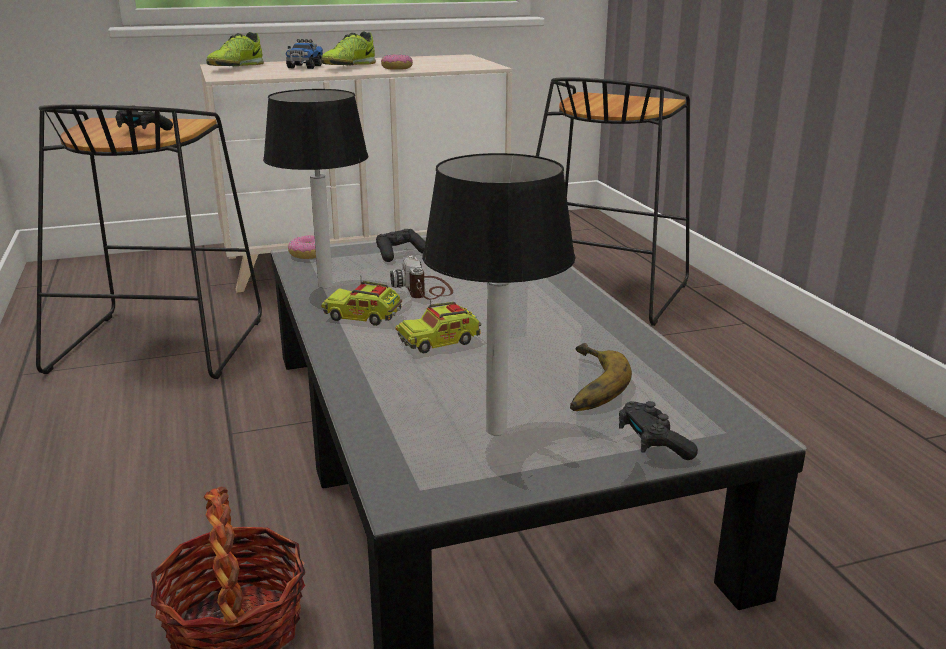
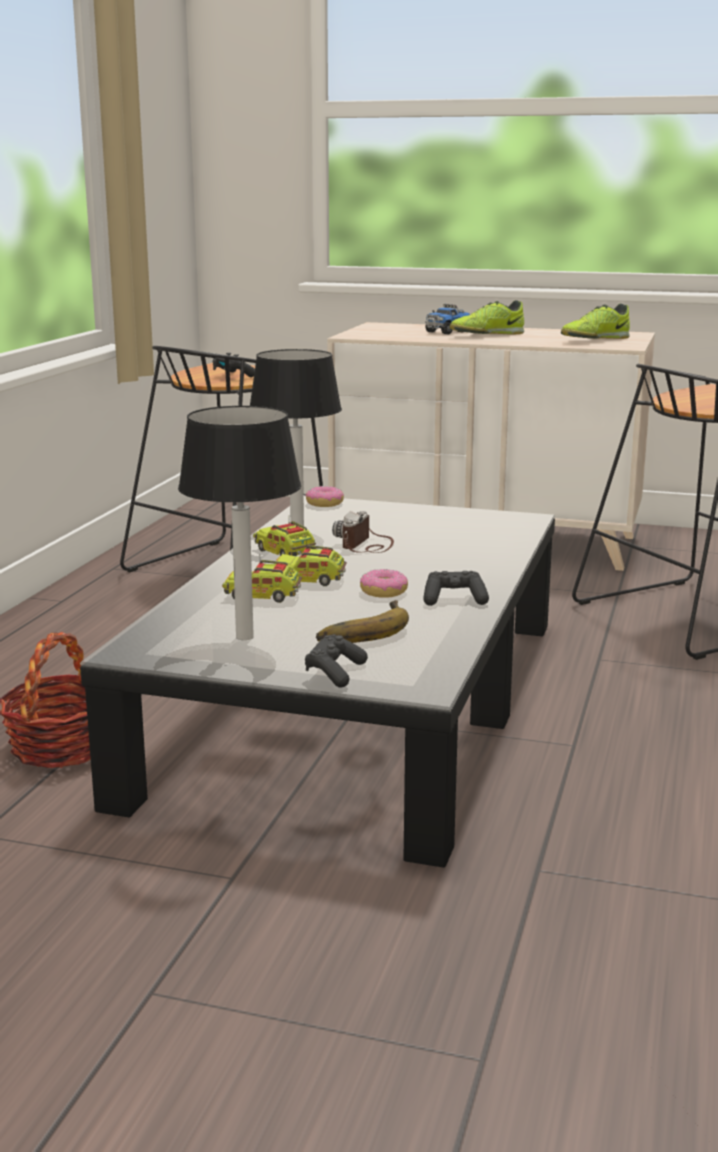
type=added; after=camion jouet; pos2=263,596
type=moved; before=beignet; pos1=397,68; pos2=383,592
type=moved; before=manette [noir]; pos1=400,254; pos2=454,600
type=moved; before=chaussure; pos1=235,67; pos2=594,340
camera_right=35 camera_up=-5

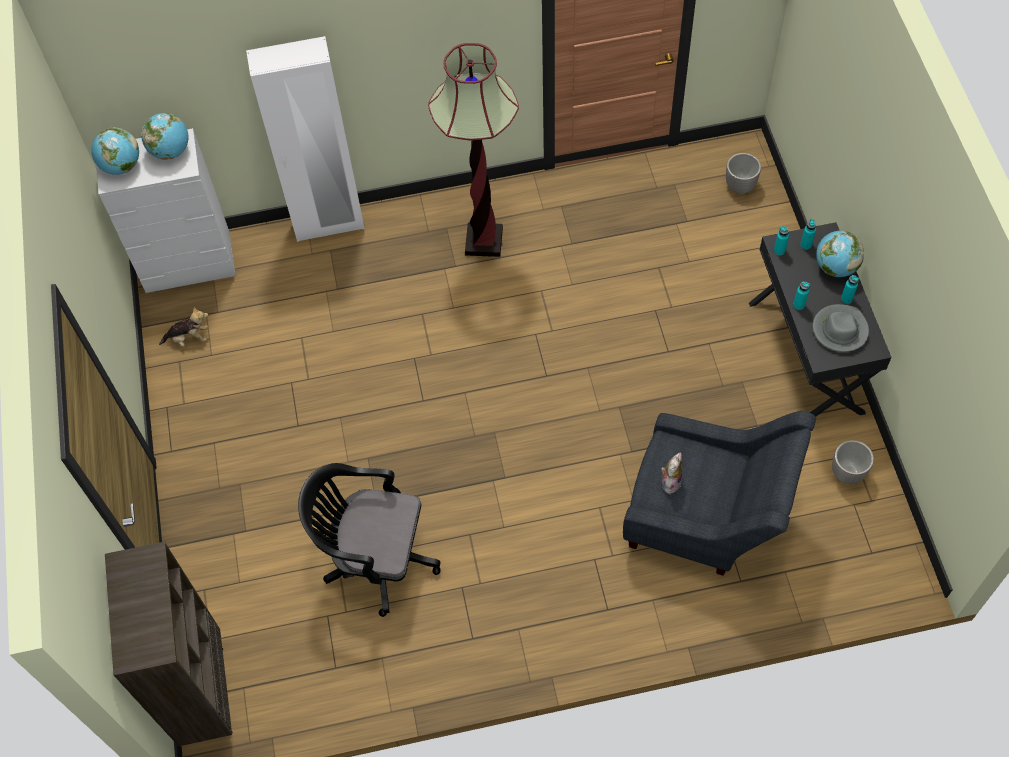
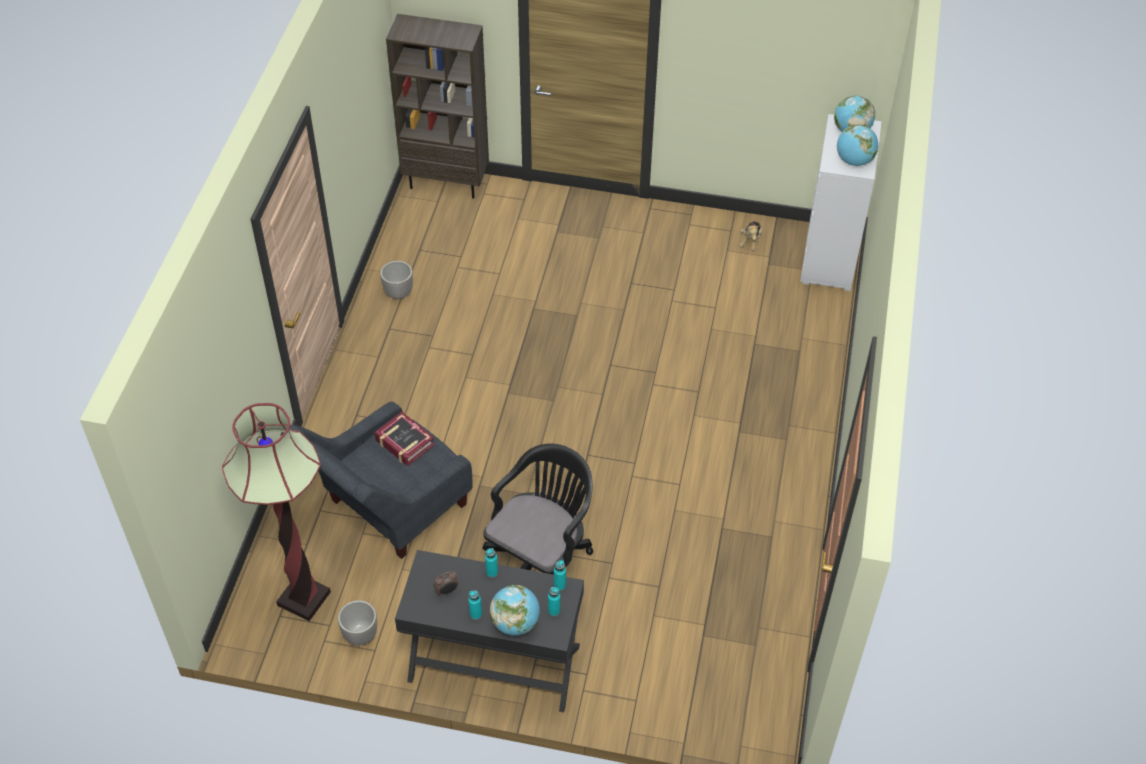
type=moved; before=lampadaire; pos1=484,241; pos2=304,599
type=replaced; before=peluche; after=livre; pos1=670,481; pos2=404,443
type=moved; before=cache-pot; pos1=739,186; pos2=399,293
type=replaced; before=chapeau [gris]; after=réveil; pos1=839,330; pos2=447,591
type=moved; before=chaise de bureau [noir]; pos1=375,558; pos2=541,561
type=removed; before=armoire [blanc]; pos1=329,225
camera_right=110 camera_up=-10

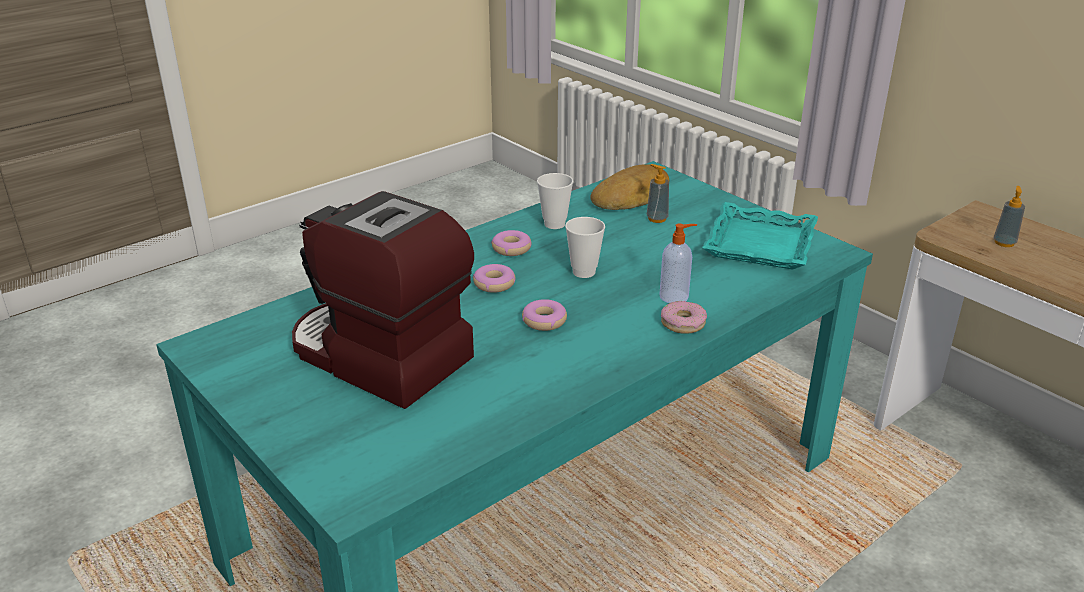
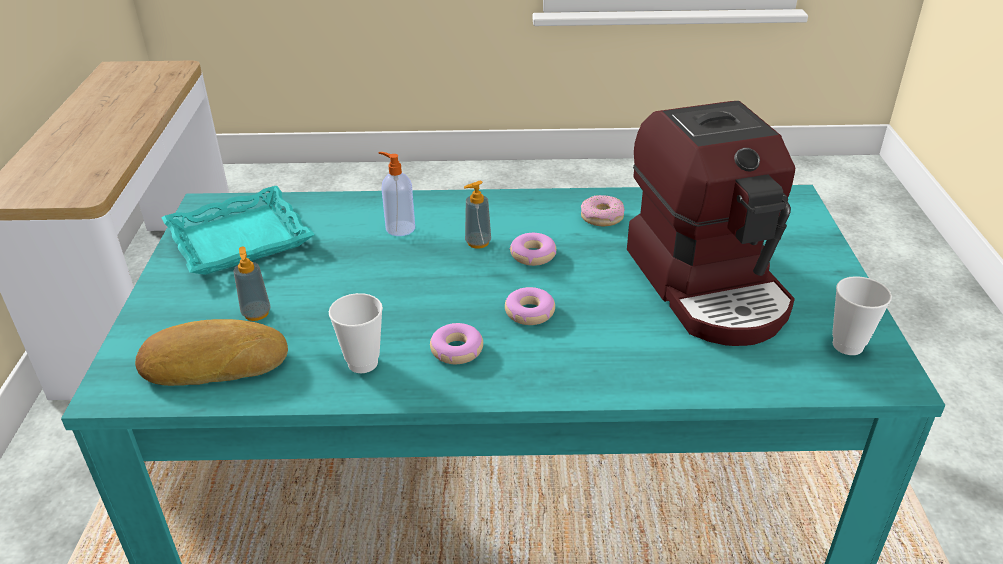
type=moved; before=distributeur de savon; pos1=1004,243; pos2=478,242
type=moved; before=beignet; pos1=683,323; pos2=602,217
type=moved; before=tasse; pos1=584,272; pos2=847,345
camera_right=-140 camera_up=5

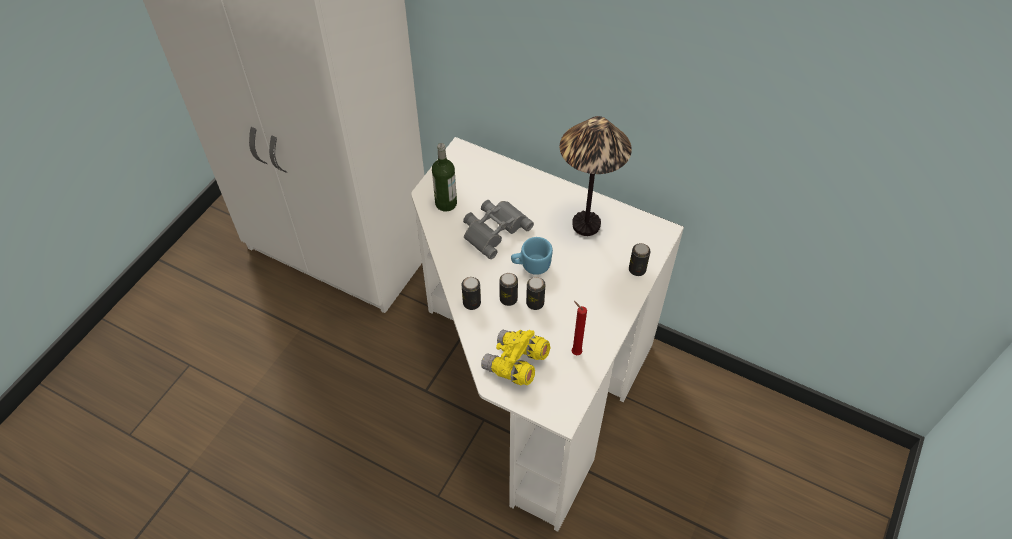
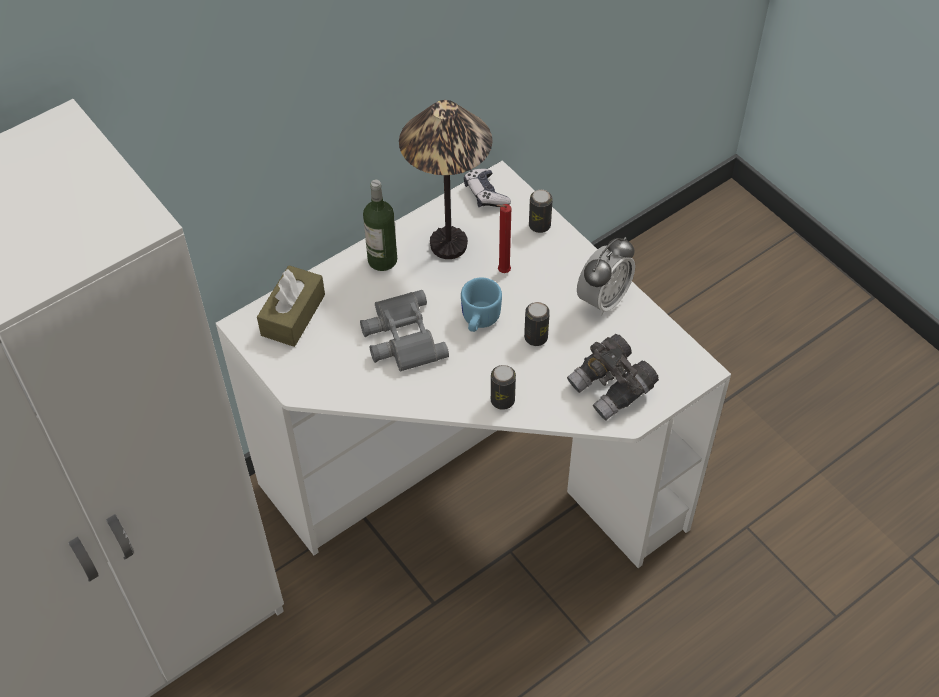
type=added; after=boîte à mouchoirs [marron]; pos2=293,315
type=moved; before=bouteille; pos1=446,203; pos2=382,260
type=added; after=manette; pos2=485,194
type=moved; before=bougie [rouge]; pos1=575,352; pos2=502,272
type=recoloured; before=jumelles [jaune]; after=jumelles [gris]; pos1=515,364; pos2=611,388
type=added; after=réveil; pos2=603,299
type=removed; before=boîte métallique; pos1=508,299
camera_right=-65 camera_up=0

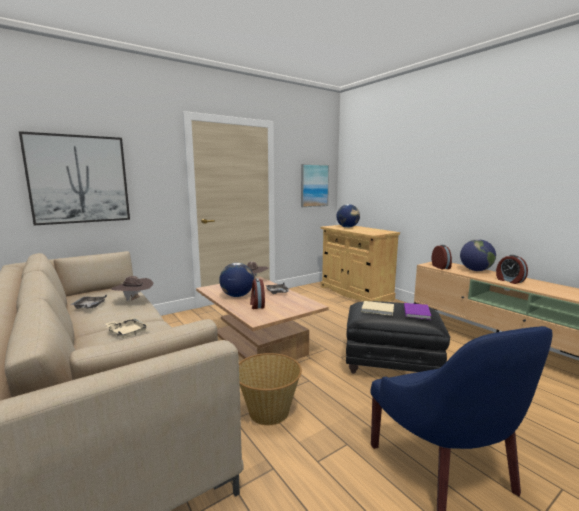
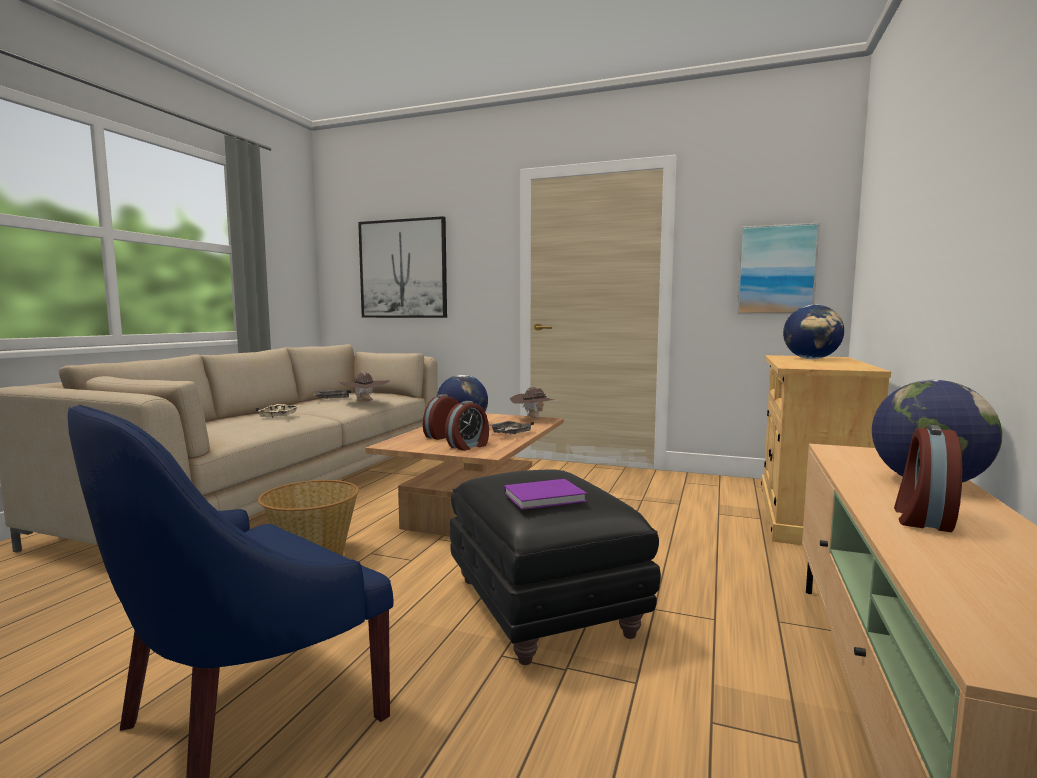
type=moved; before=réveil; pos1=441,267; pos2=468,446
type=removed; before=livre [beige]; pos1=378,310
camera_right=55 camera_up=-5

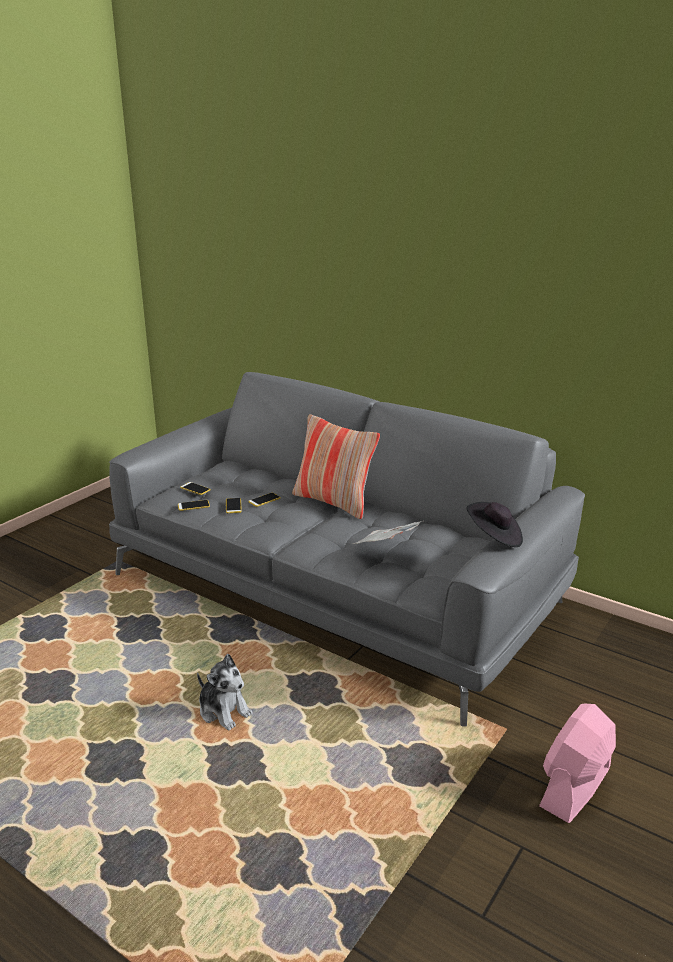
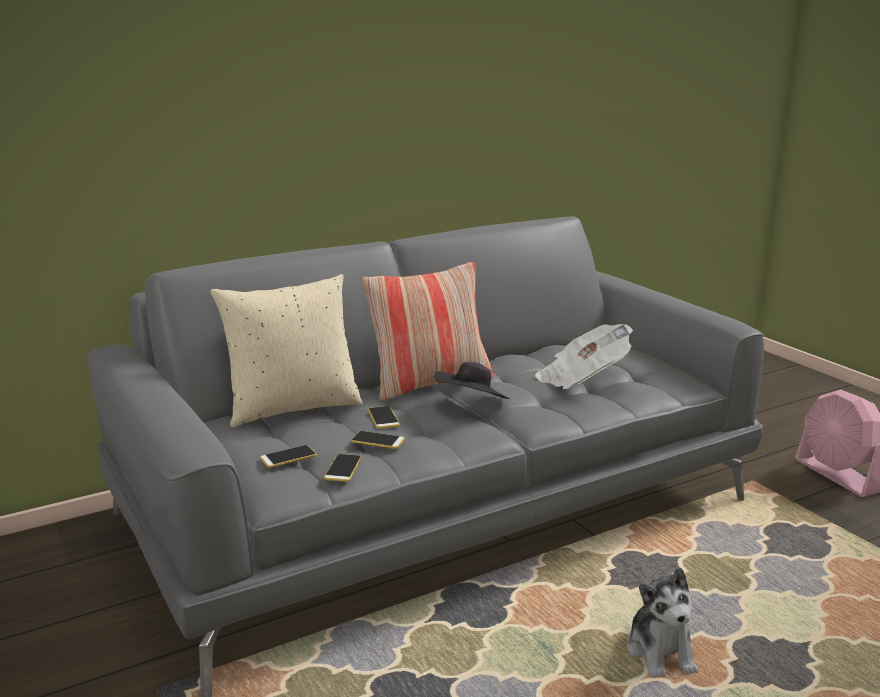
type=added; after=coussin [beige]; pos2=292,407
type=moved; before=chapeau [noir]; pos1=494,537; pos2=472,405
type=turned; before=peluche; pos1=224,711; pos2=661,651; turn=105
camera_right=-65 camera_up=-5

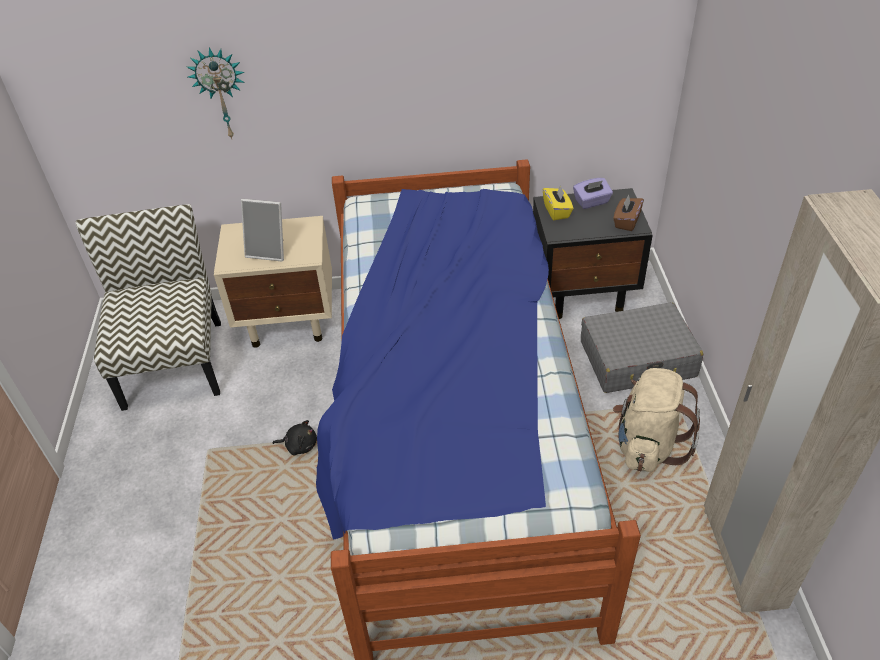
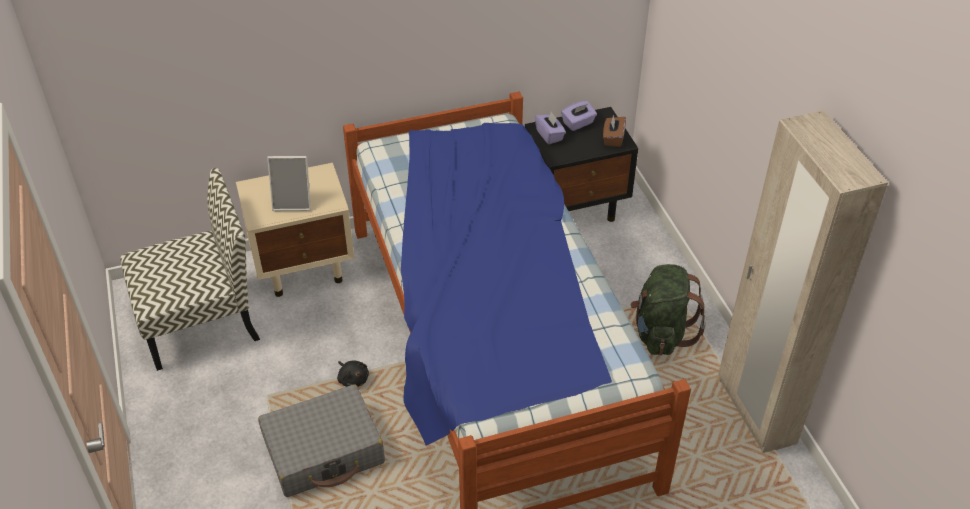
type=turned; before=chaise; pos1=173,362; pos2=201,321; turn=90
type=moved; before=valise [gris]; pos1=637,359; pos2=324,451
type=turned; before=peluche [noir]; pos1=299,445; pos2=353,379; turn=60
type=recoloured; before=boîte à mouchoirs [jaune]; after=boîte à mouchoirs [violet]; pos1=557,211; pos2=549,135
type=recoloured; before=sac à dos [beige]; after=sac à dos [vert]; pos1=647,445; pos2=661,333
type=removed; before=horloge murale; pos1=221,93
camera_right=-15 camera_up=0

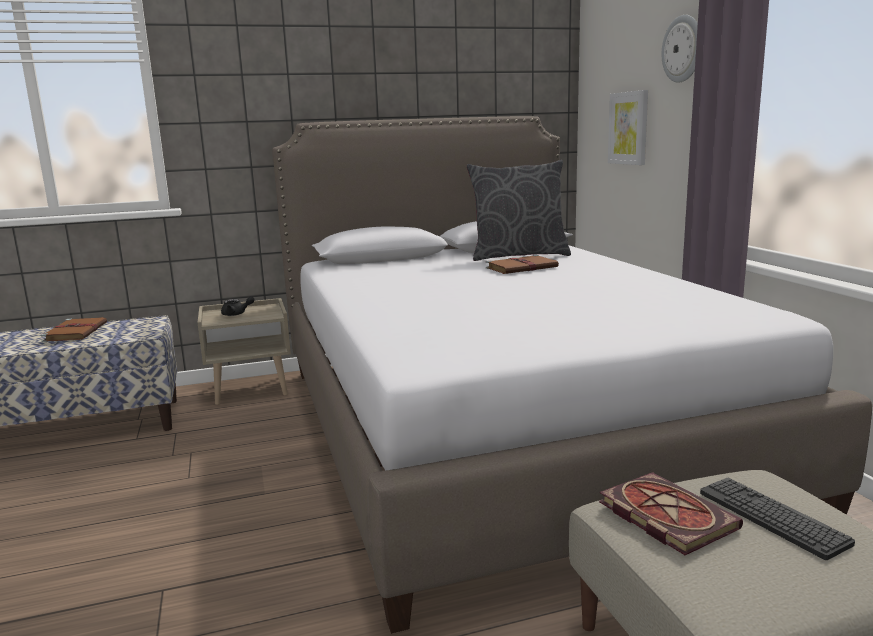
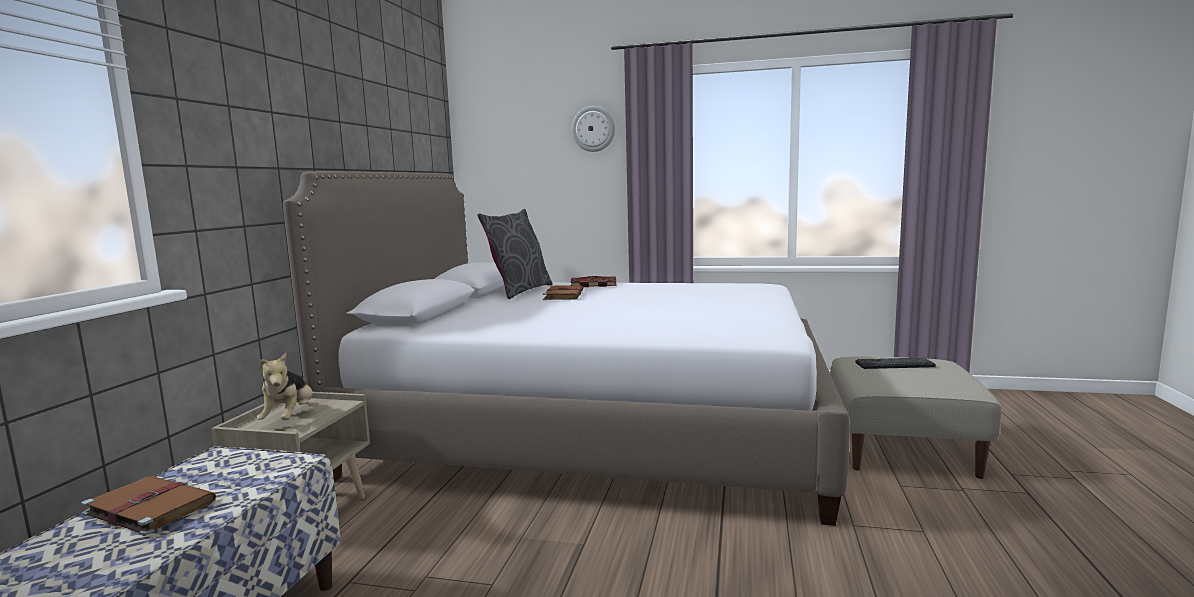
type=replaced; before=théière [noir]; after=peluche; pos1=236,314; pos2=289,418
type=moved; before=livre; pos1=662,515; pos2=592,284
type=removed; before=tableau; pos1=629,128
camera_right=-60 camera_up=-5

